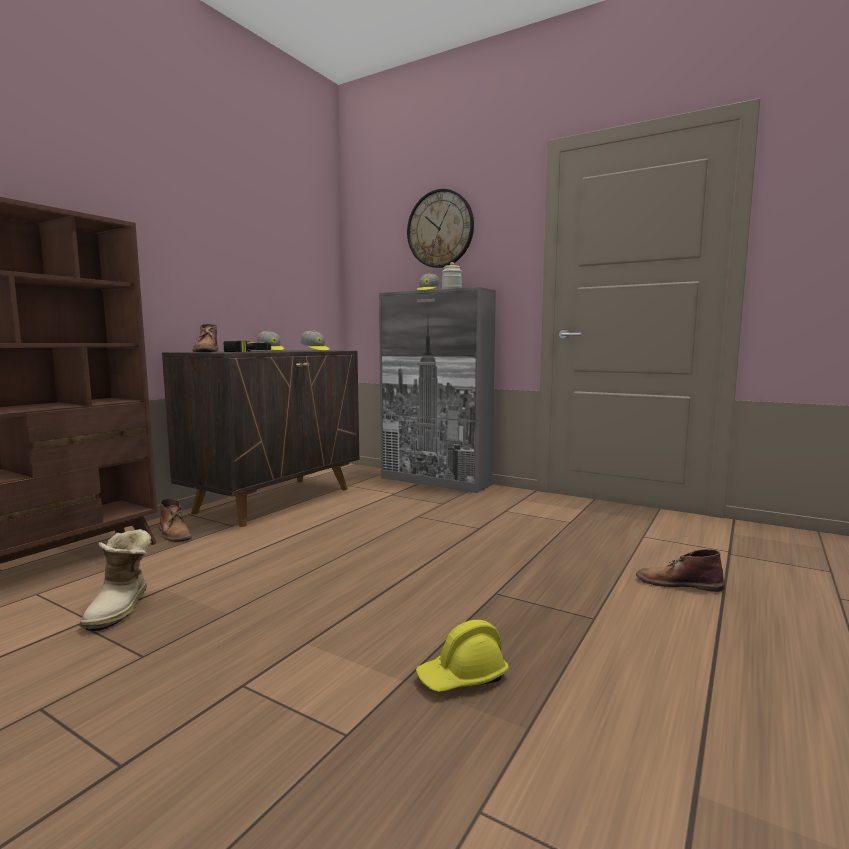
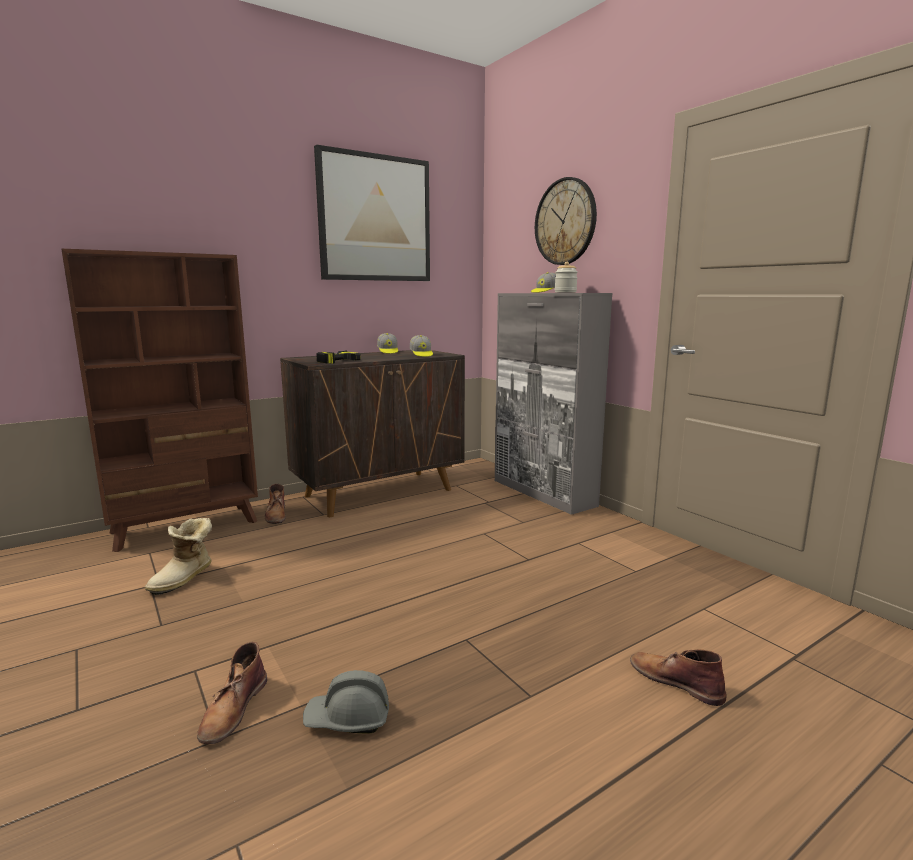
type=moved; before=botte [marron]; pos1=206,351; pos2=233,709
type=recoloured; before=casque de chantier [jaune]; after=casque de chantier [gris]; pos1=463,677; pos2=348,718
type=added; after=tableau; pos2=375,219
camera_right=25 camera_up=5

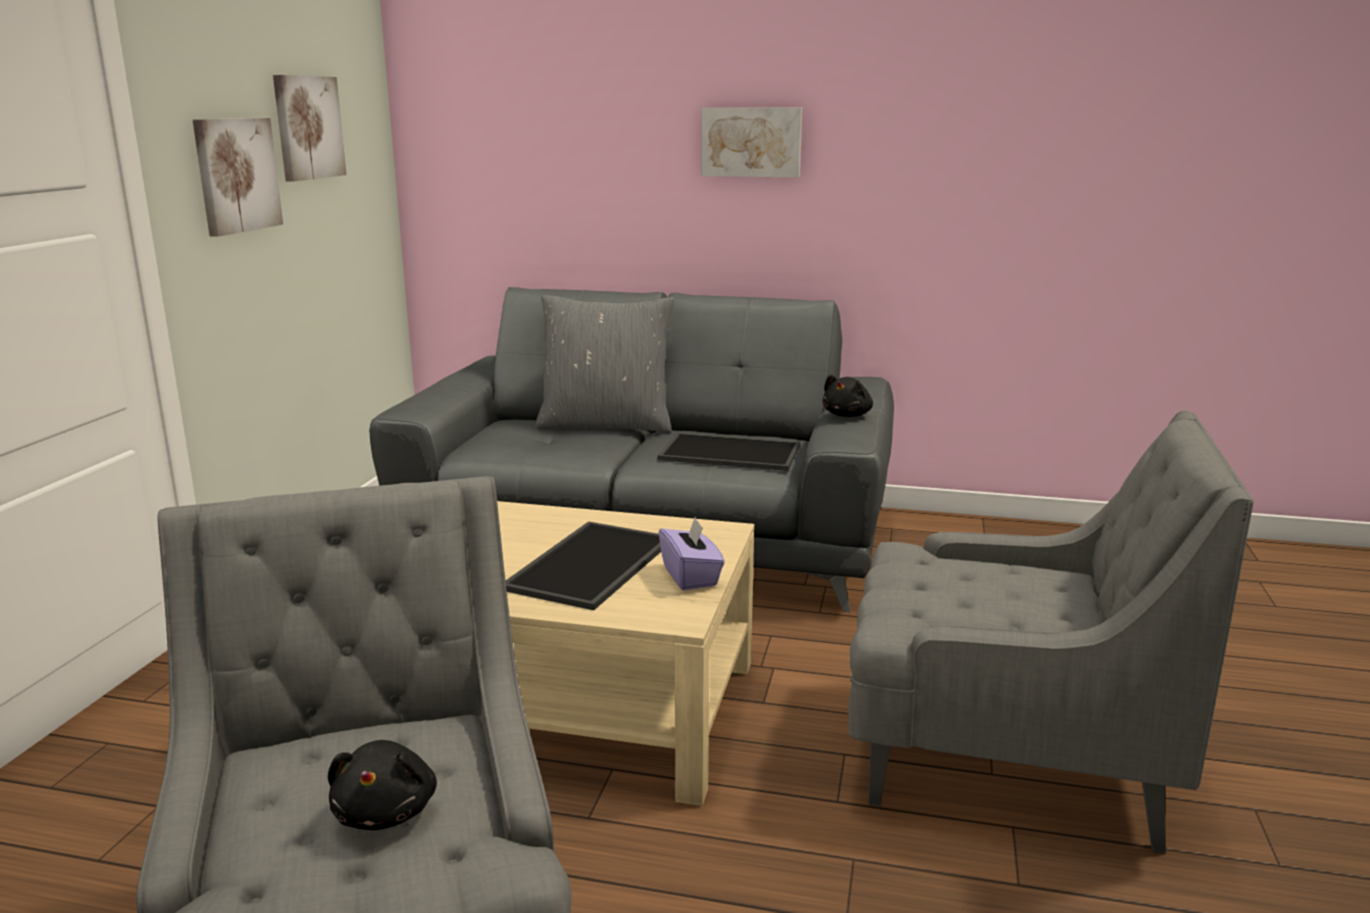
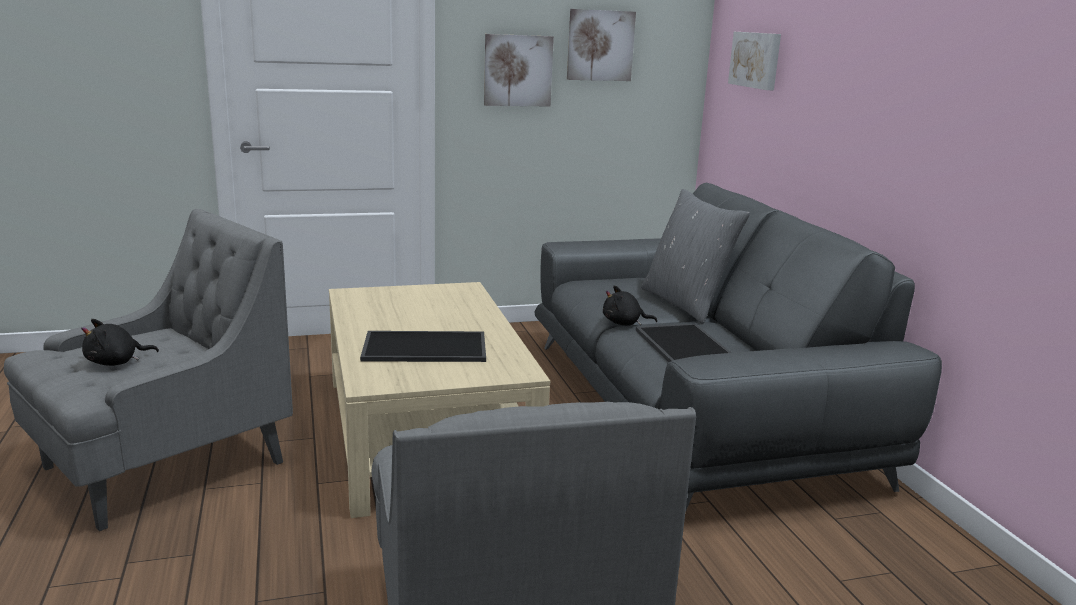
type=moved; before=peluche [noir]; pos1=848,415; pos2=624,323
type=moved; before=tableau; pos1=751,142; pos2=756,60
type=removed; before=boîte à mouchoirs [violet]; pos1=691,576
camera_right=60 camera_up=0

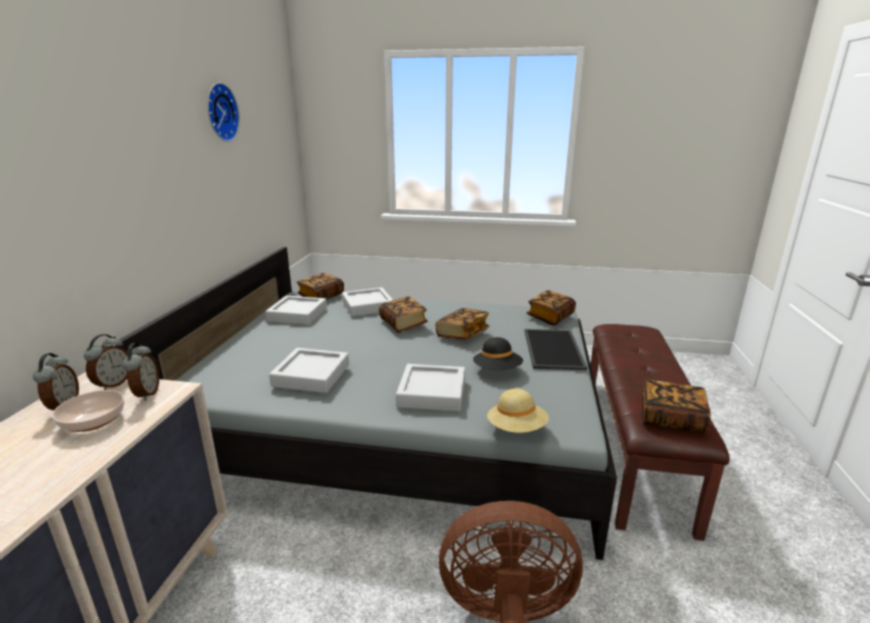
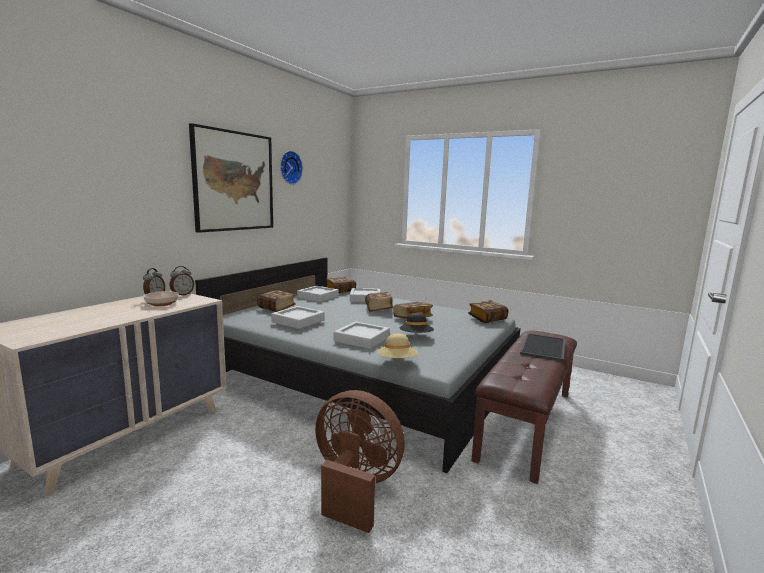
type=added; after=tableau; pos2=234,181
type=moved; before=livre; pos1=671,419; pos2=276,308
type=moved; before=plateau; pos1=554,349; pos2=544,347
type=removed; before=réveil; pos1=146,394
camera_right=20 camera_up=-10

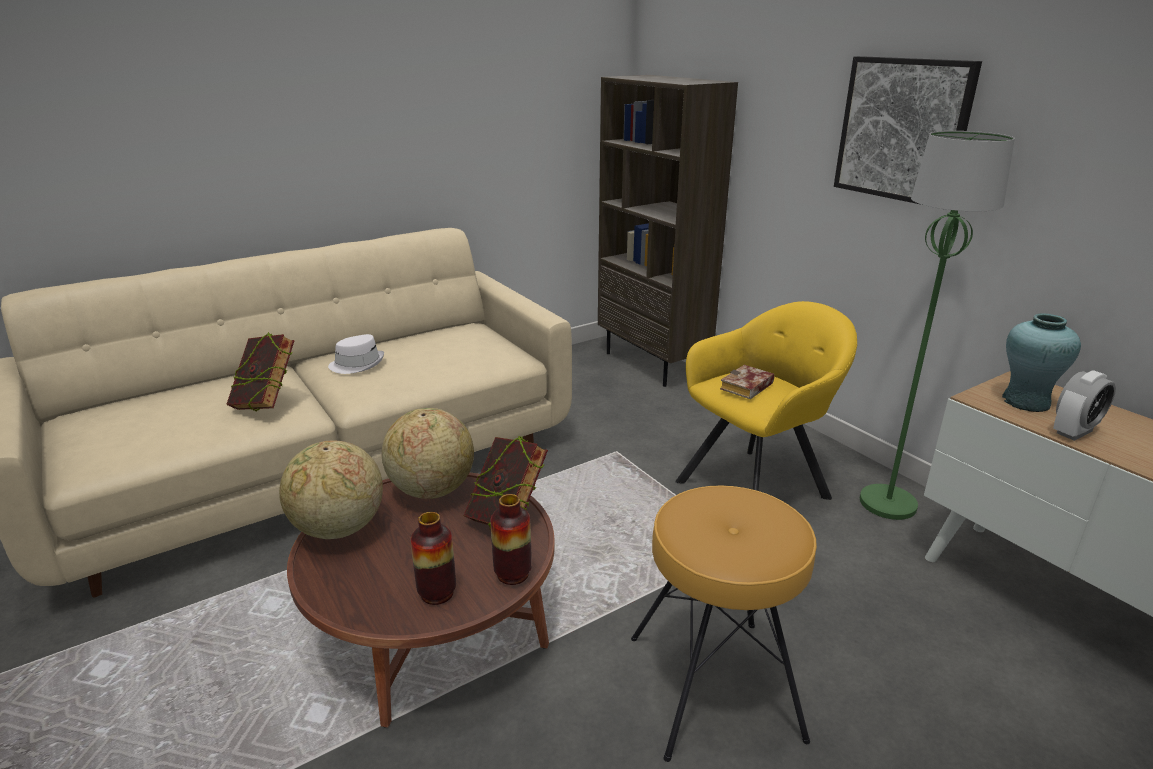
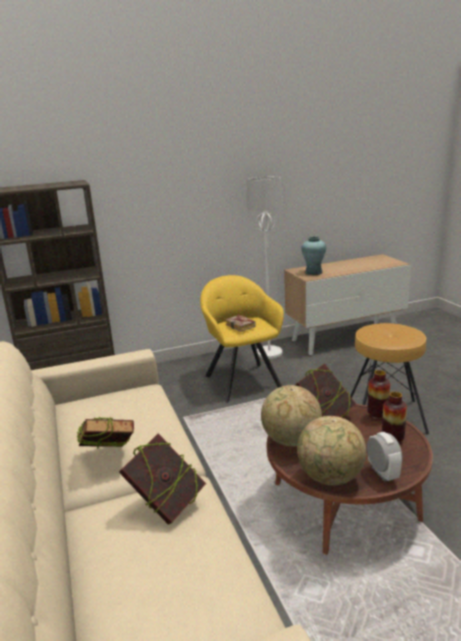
type=replaced; before=chapeau [blanc]; after=livre; pos1=357,364; pos2=109,459
type=recoloured; before=lampadaire [vert]; after=lampadaire [blanc]; pos1=887,503; pos2=269,353
type=moved; before=réveil; pos1=1074,432; pos2=382,473
type=removed; before=tableau; pos1=903,130
camera_right=-75 camera_up=-5

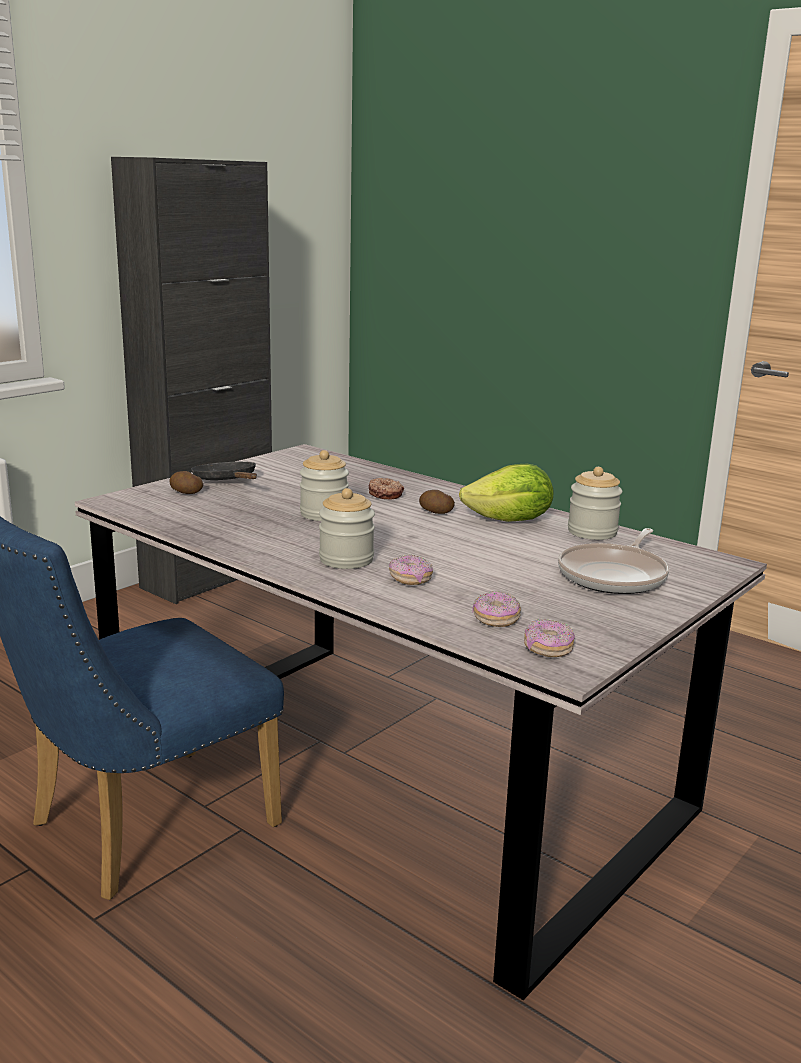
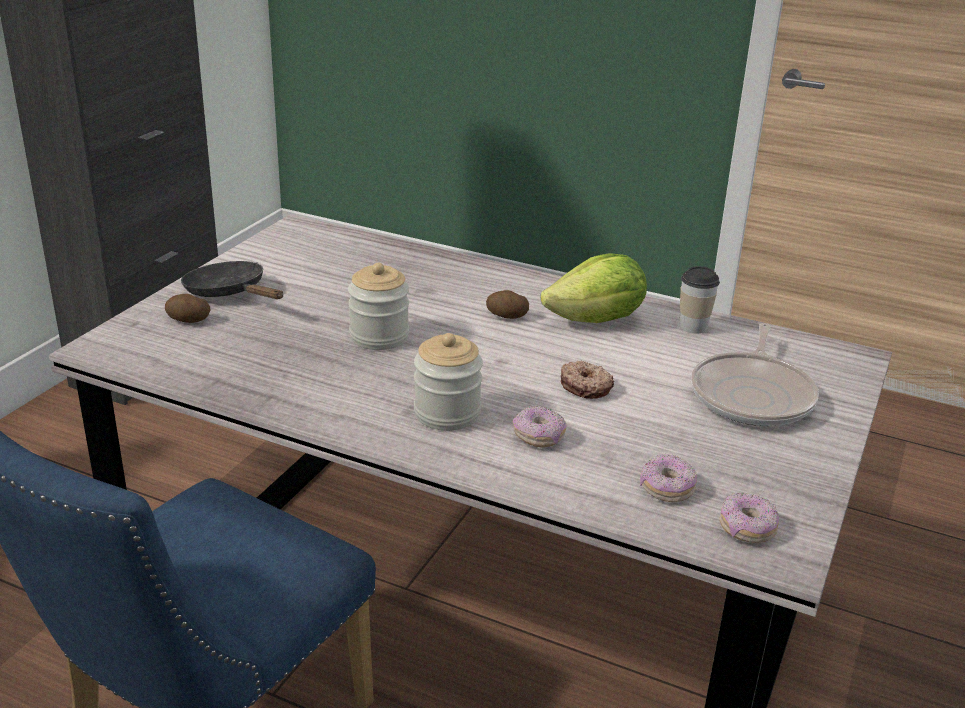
type=moved; before=beignet; pos1=386,494; pos2=585,386
type=replaced; before=bocal; after=tasse; pos1=592,532; pos2=693,326
camera_right=-15 camera_up=10

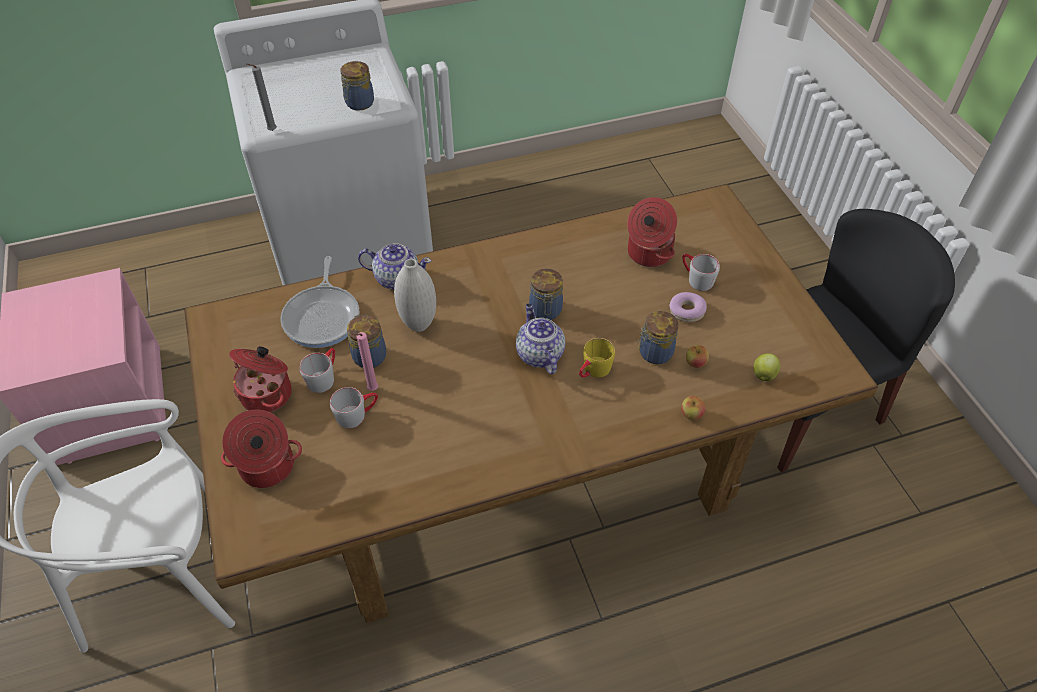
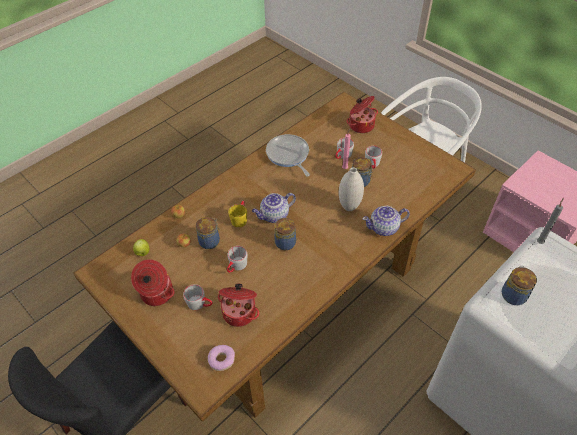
type=moved; before=marmite; pos1=268,394; pos2=156,294
type=moved; before=beignet; pos1=686,311; pos2=222,359
type=added; after=mug [gris]; pos2=236,267
type=turned; before=théière; pos1=539,354; pos2=274,216; turn=105
type=moved; before=poêle; pos1=323,317; pos2=288,155
camera_right=155 camera_up=0

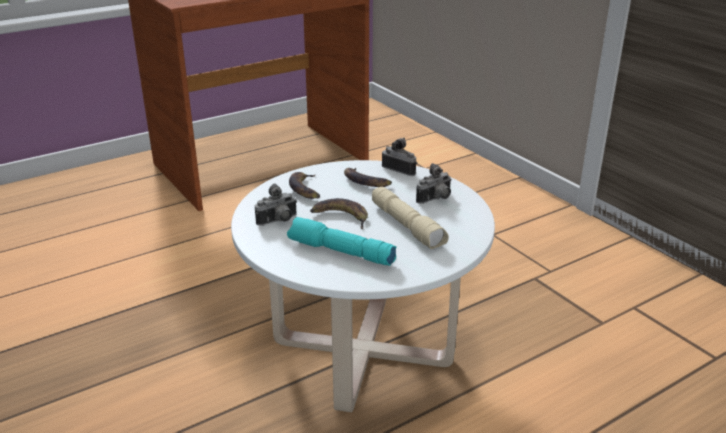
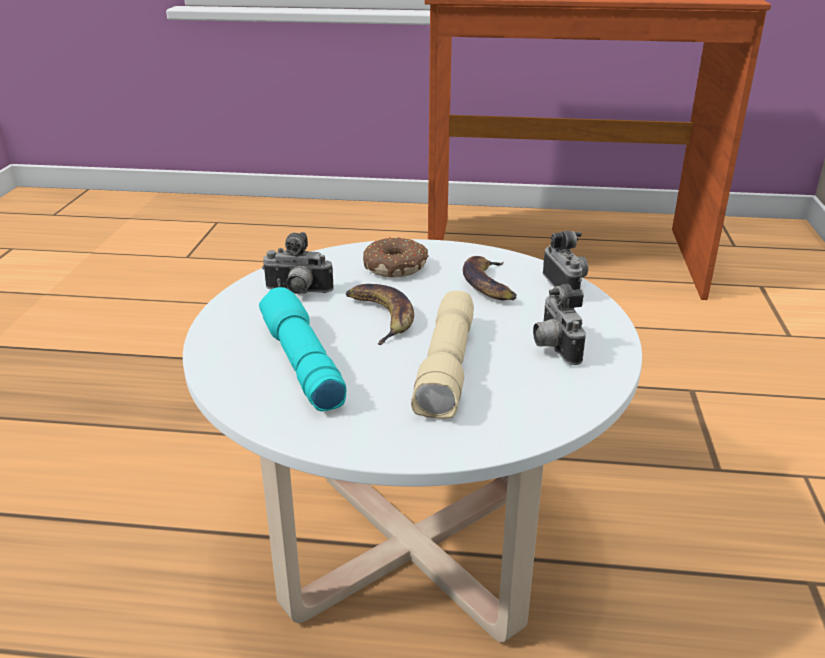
type=replaced; before=banane; after=beignet; pos1=305,189; pos2=396,266
type=turned; before=appareil photo; pos1=436,199; pos2=553,348; turn=75
camera_right=40 camera_up=0

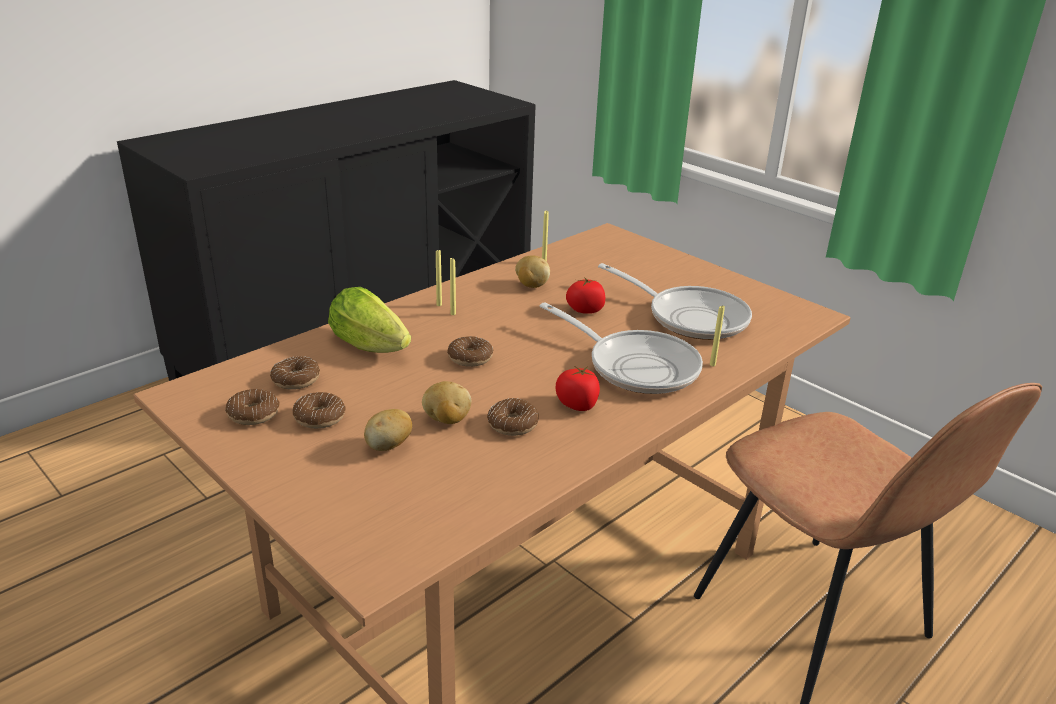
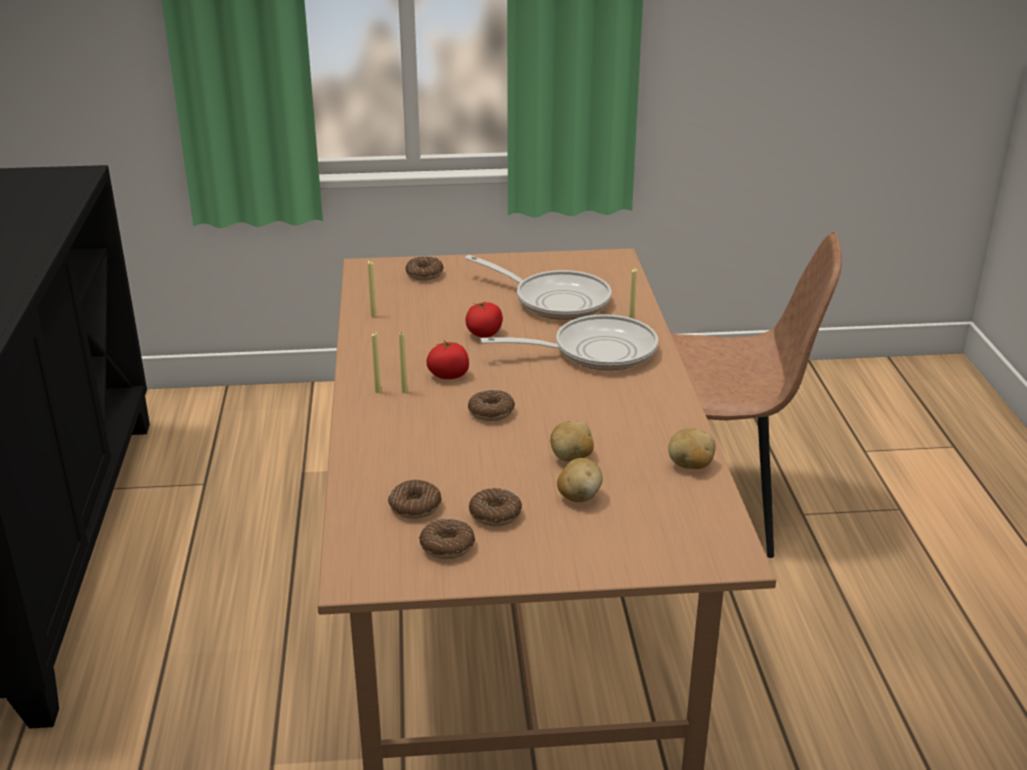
type=moved; before=beignet; pos1=513,424; pos2=424,274
type=moved; before=tomate; pos1=577,404; pos2=448,375
type=turned; before=poêle; pos1=690,317; pos2=555,300; turn=45
type=moved; before=pomme de terre; pos1=531,285; pos2=690,465
type=removed; before=laitue; pos1=373,346
camera_right=-50 camera_up=0

